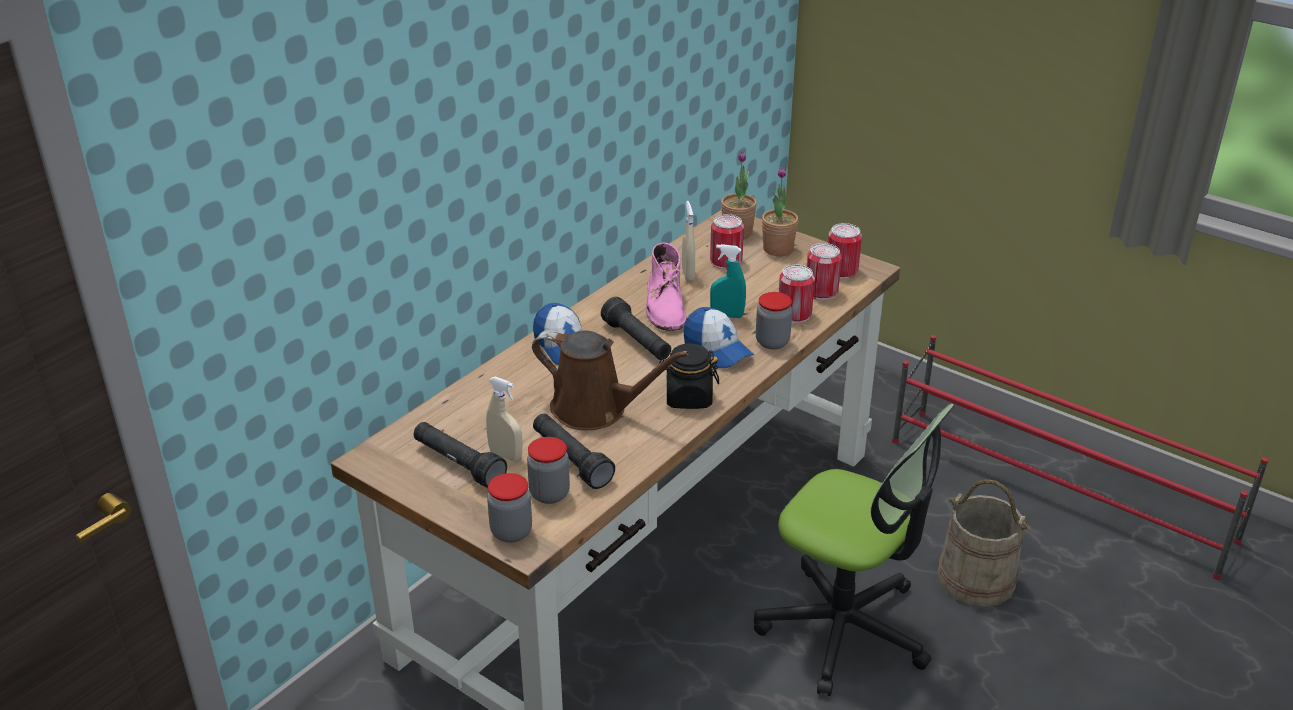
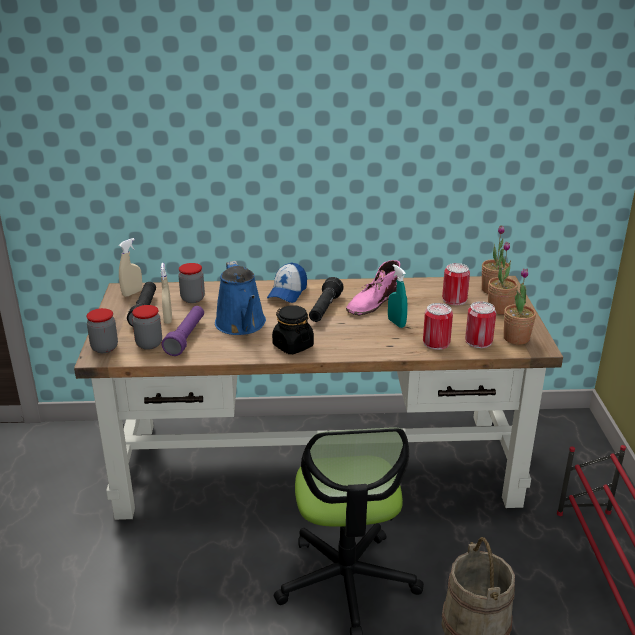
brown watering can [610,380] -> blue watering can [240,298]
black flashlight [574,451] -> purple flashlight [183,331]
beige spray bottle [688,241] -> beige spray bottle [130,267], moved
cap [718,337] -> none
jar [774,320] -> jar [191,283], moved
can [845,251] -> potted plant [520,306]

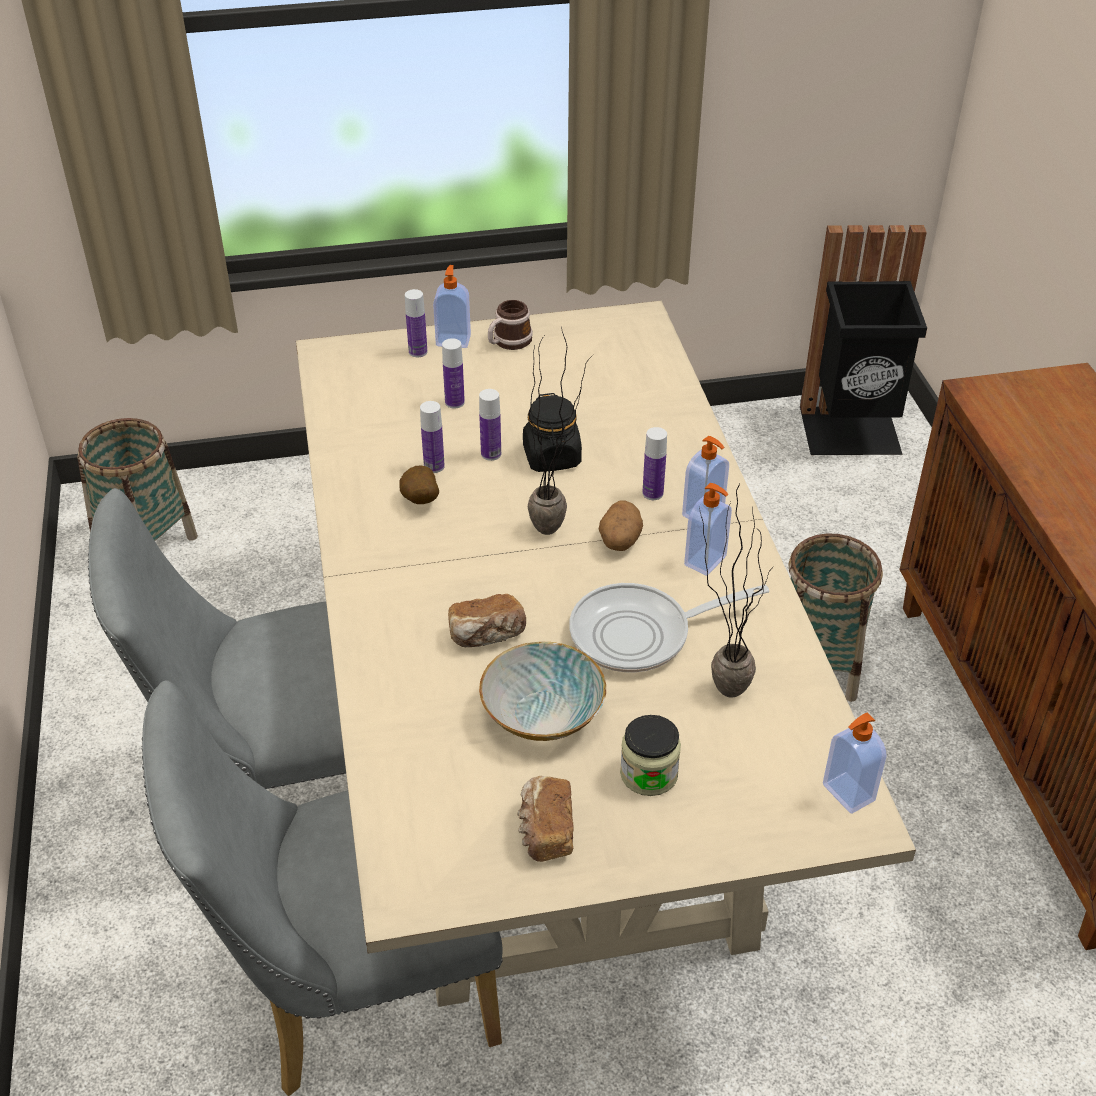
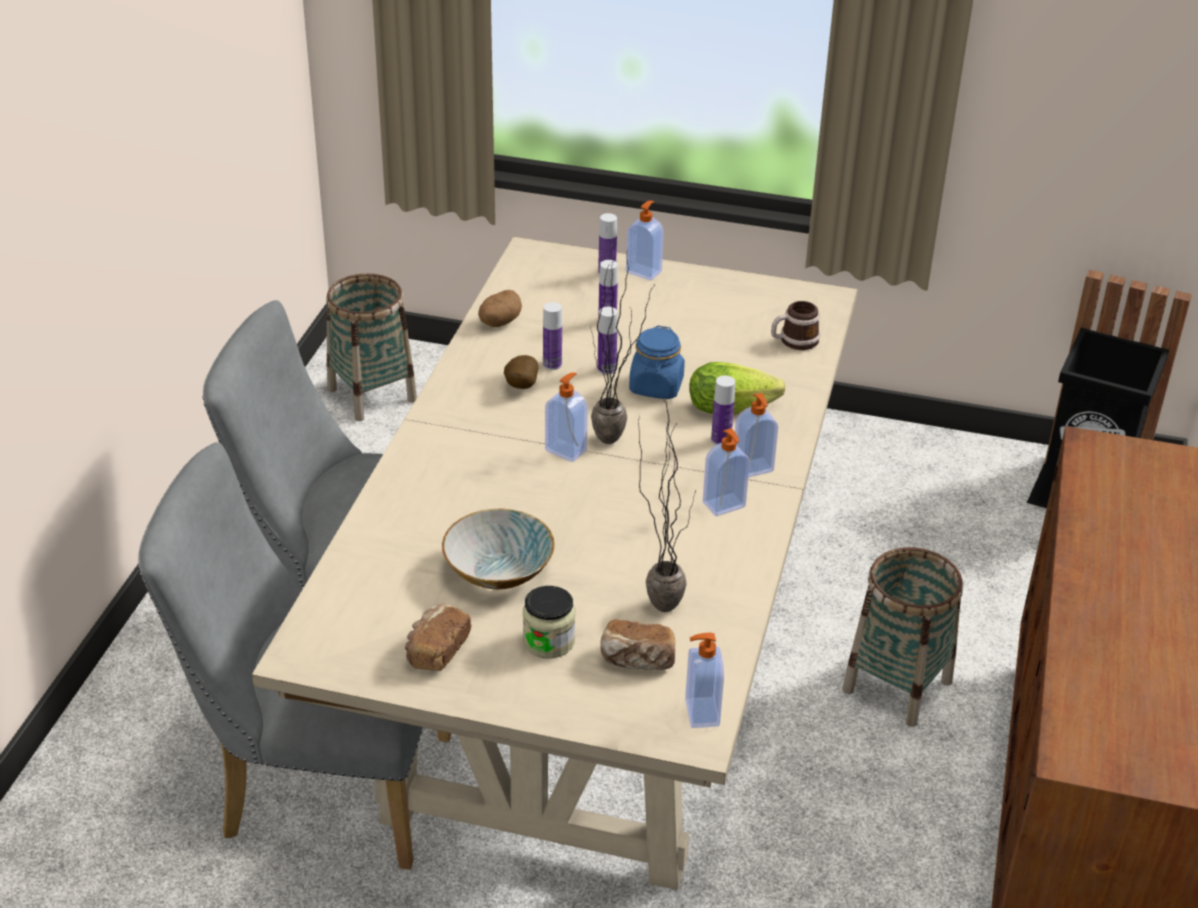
bread [487,620] -> bread [638,645], moved
mug [510,325] -> mug [795,325], moved
black jar [552,432] -> blue jar [657,362]
frying pan [669,627] -> none
potato [621,525] -> potato [500,308], moved
none -> soap dispenser [566,417]
none -> lettuce [737,388]

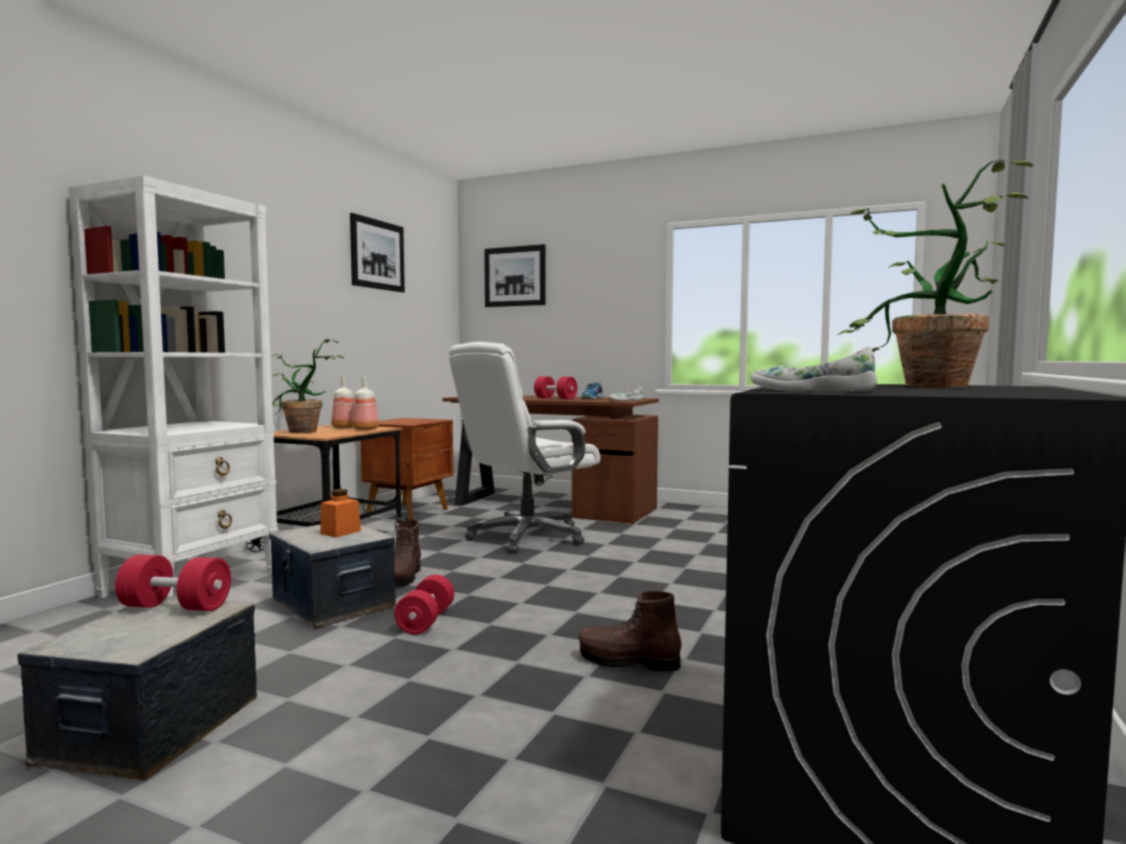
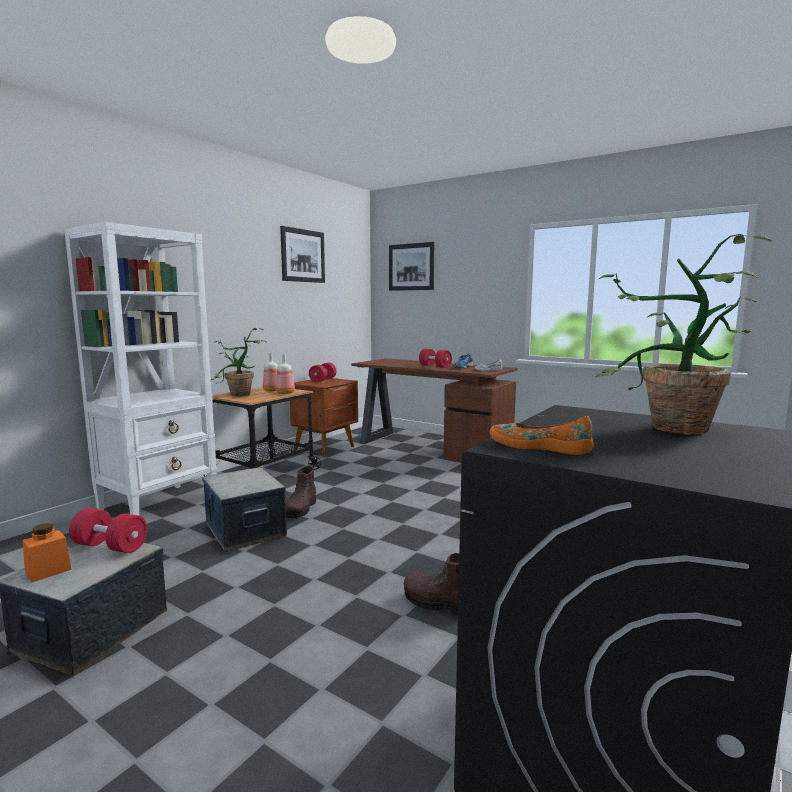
orange jar [340,513] -> orange jar [47,552], moved
red dumbbell [424,604] -> red dumbbell [323,372], moved
white office chair [524,448] -> none
white shoe [813,369] -> orange shoe [541,435]

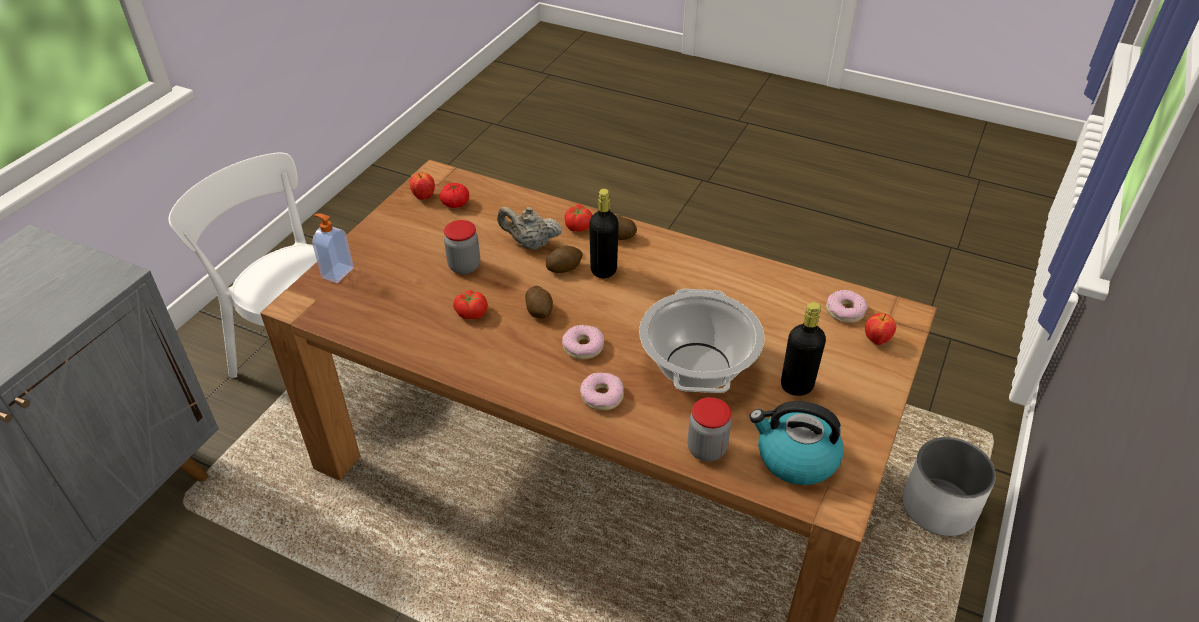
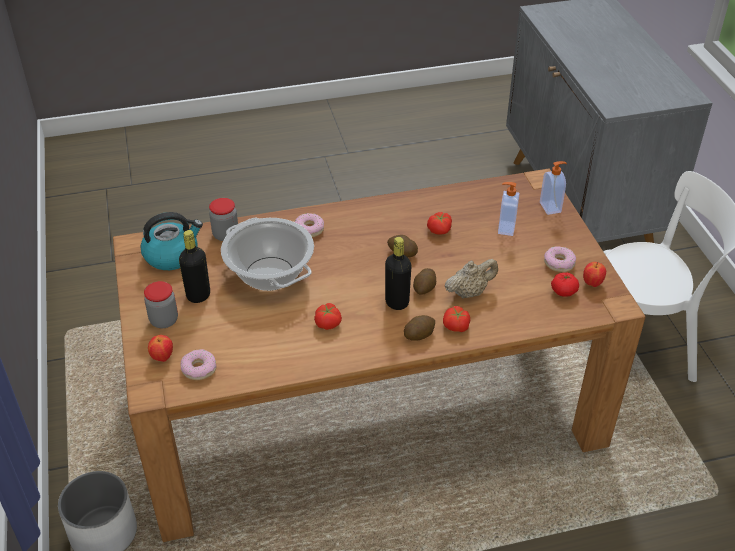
jar [462,247] -> jar [161,304], moved
donut [583,342] -> donut [560,259], moved
none -> tomato [328,316]
none -> soap dispenser [508,209]

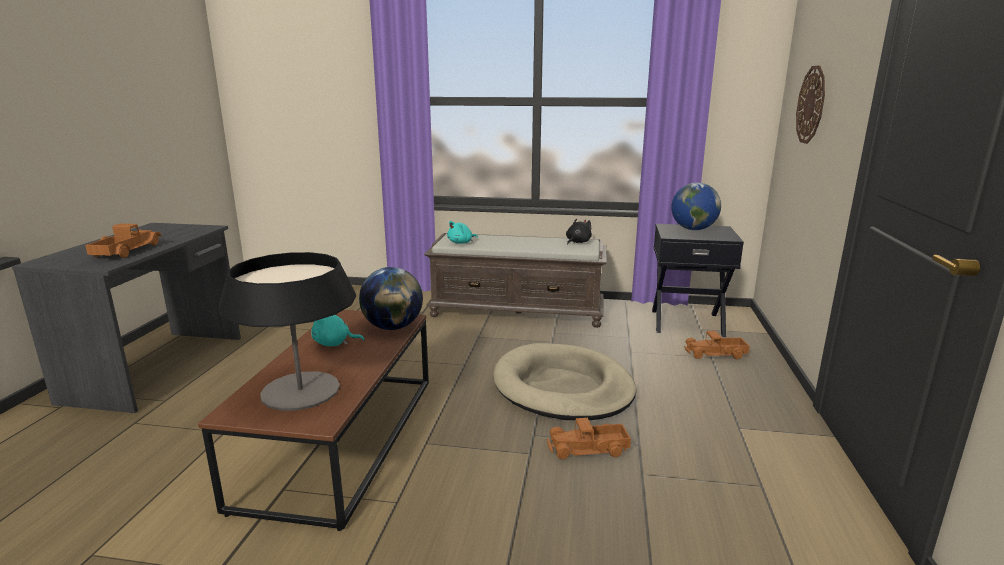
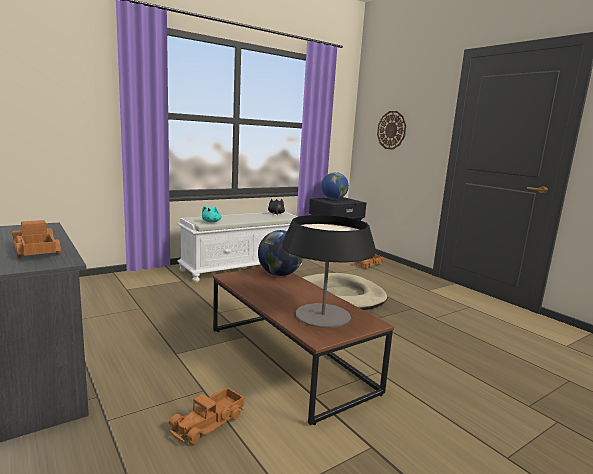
turquoise plush toy [338,330] -> none
brown bench [515,280] -> white bench [239,247]
toy truck [589,438] -> toy truck [206,416], moved

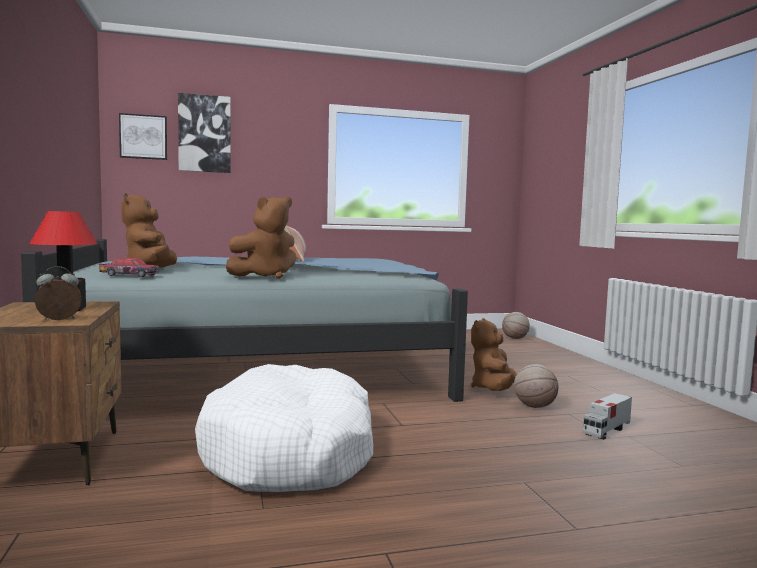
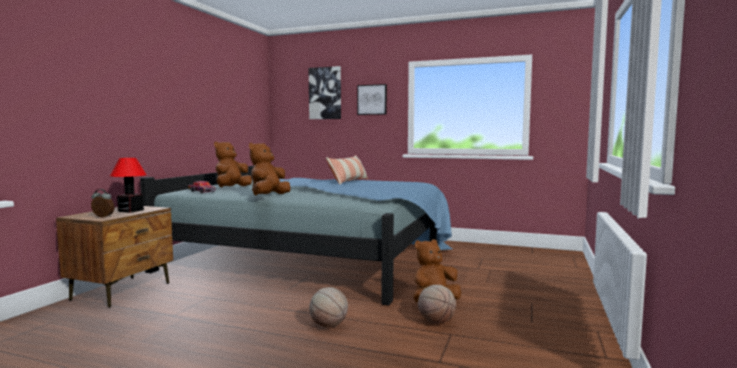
picture [143,136] -> picture [372,99], moved
white dog bed [284,428] -> none
brown plush toy [261,238] -> brown plush toy [269,169], 120 degrees clockwise
basketball [516,325] -> basketball [328,307], moved
toy truck [607,416] -> none

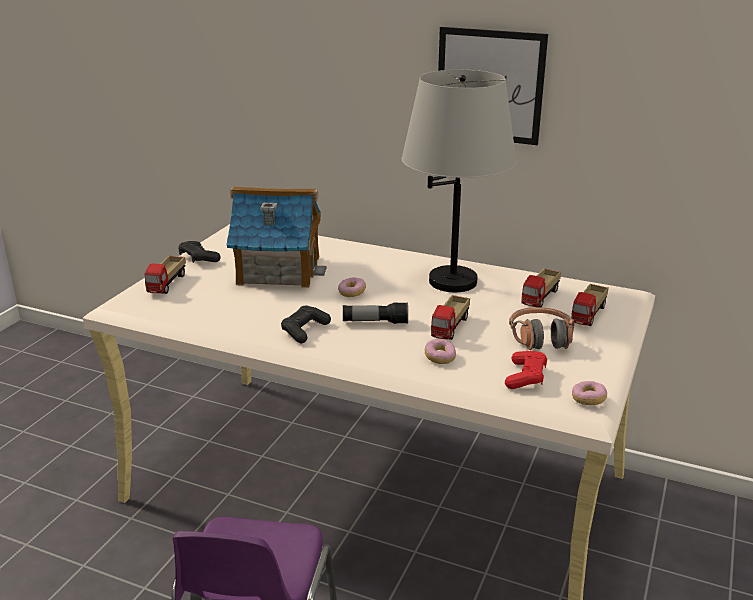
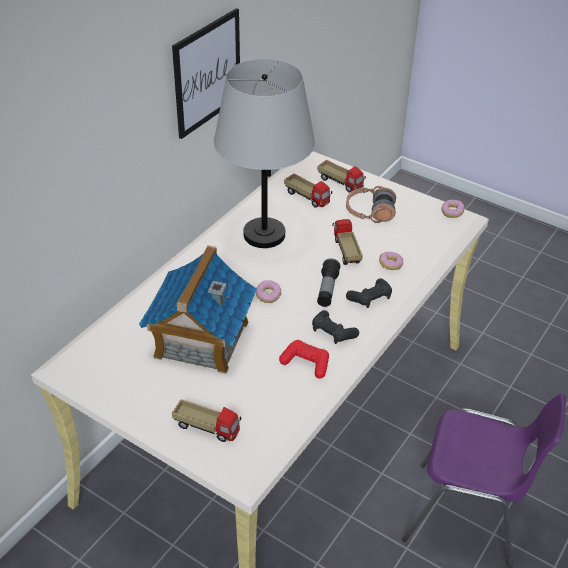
black game controller [199,252] -> black game controller [369,293], moved
toy truck [450,317] -> toy truck [347,242], 135 degrees counterclockwise
red game controller [526,370] -> red game controller [304,359], moved

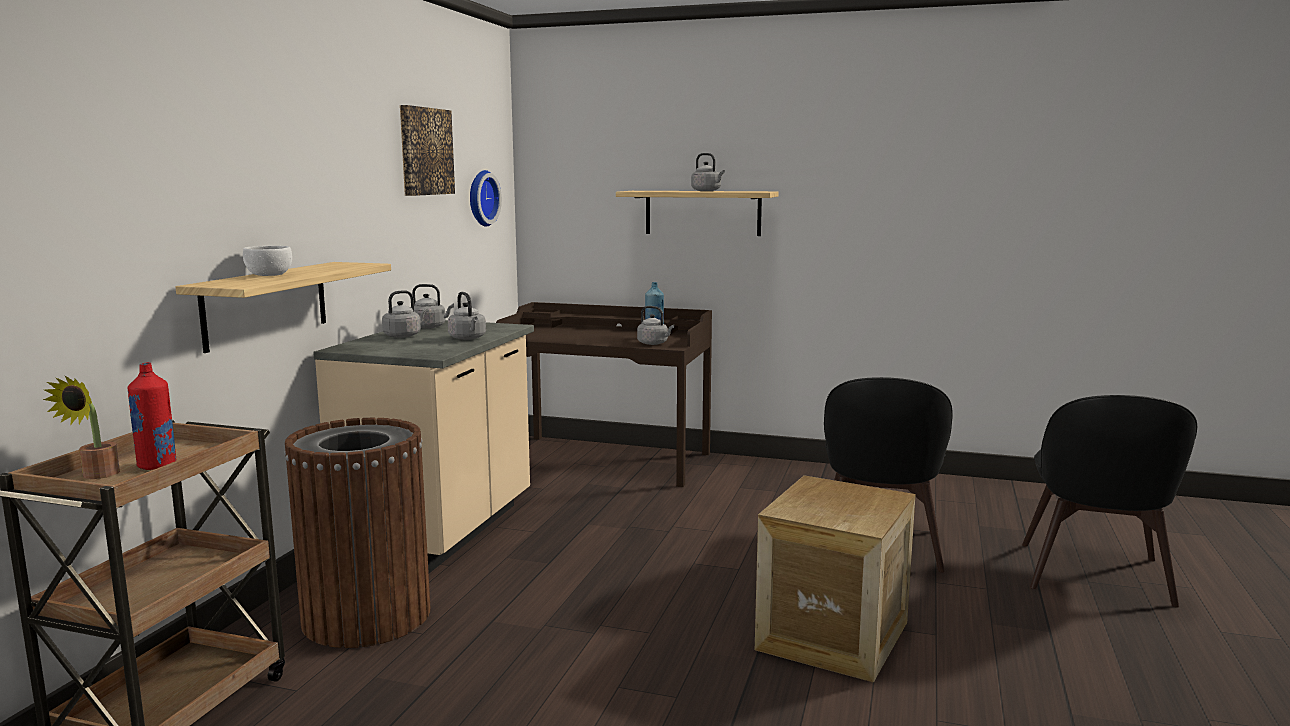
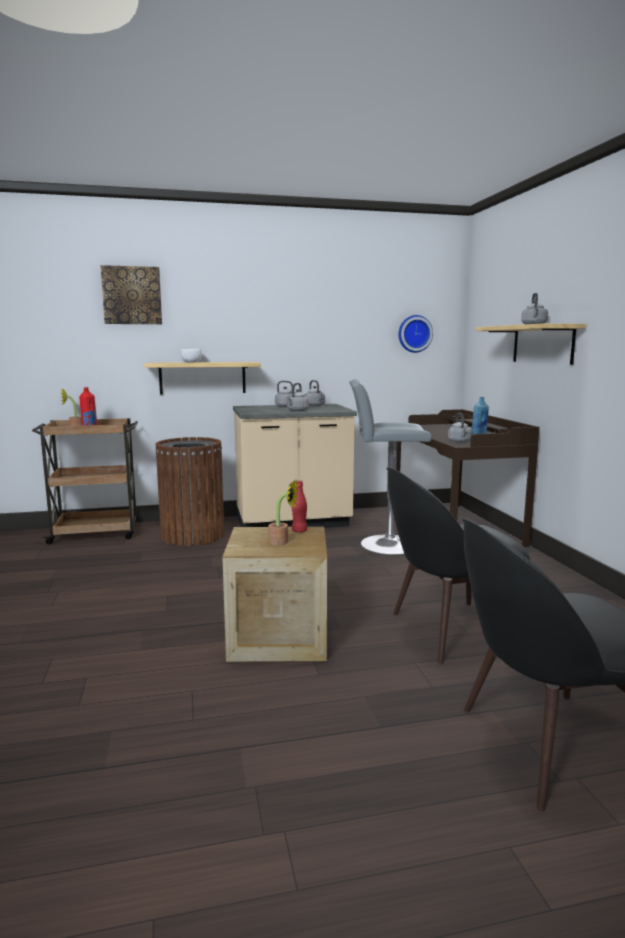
picture [427,150] -> picture [131,294], moved
none -> potted plant [284,512]
none -> red bottle [299,506]
none -> grey stool [390,467]

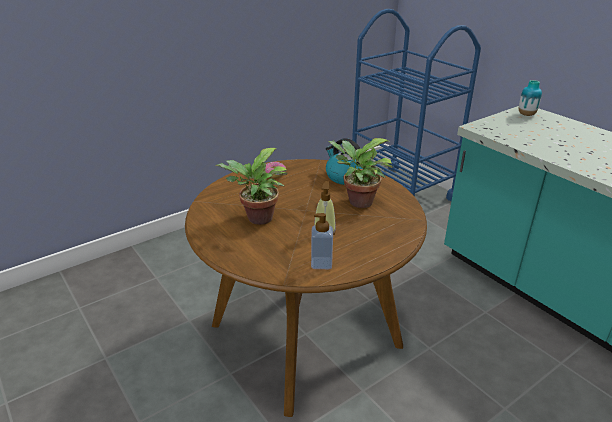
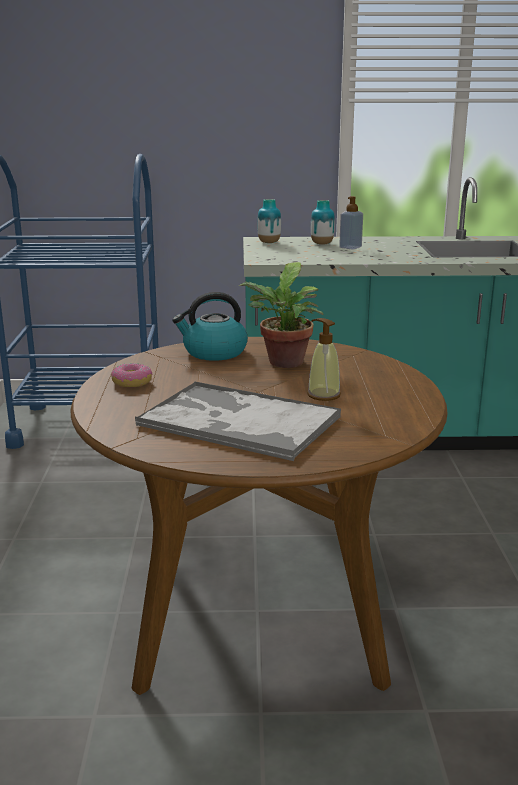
potted plant [251,186] -> tray [238,421]
soap dispenser [322,241] -> soap dispenser [351,223], moved
none -> vase [323,222]

